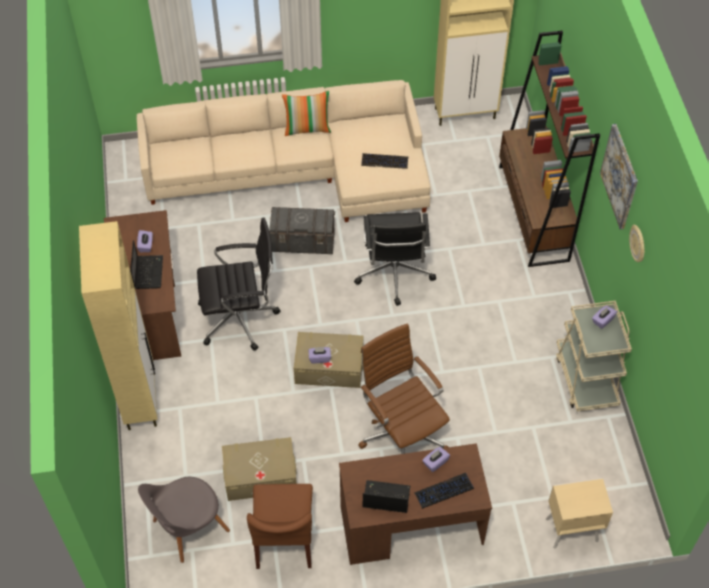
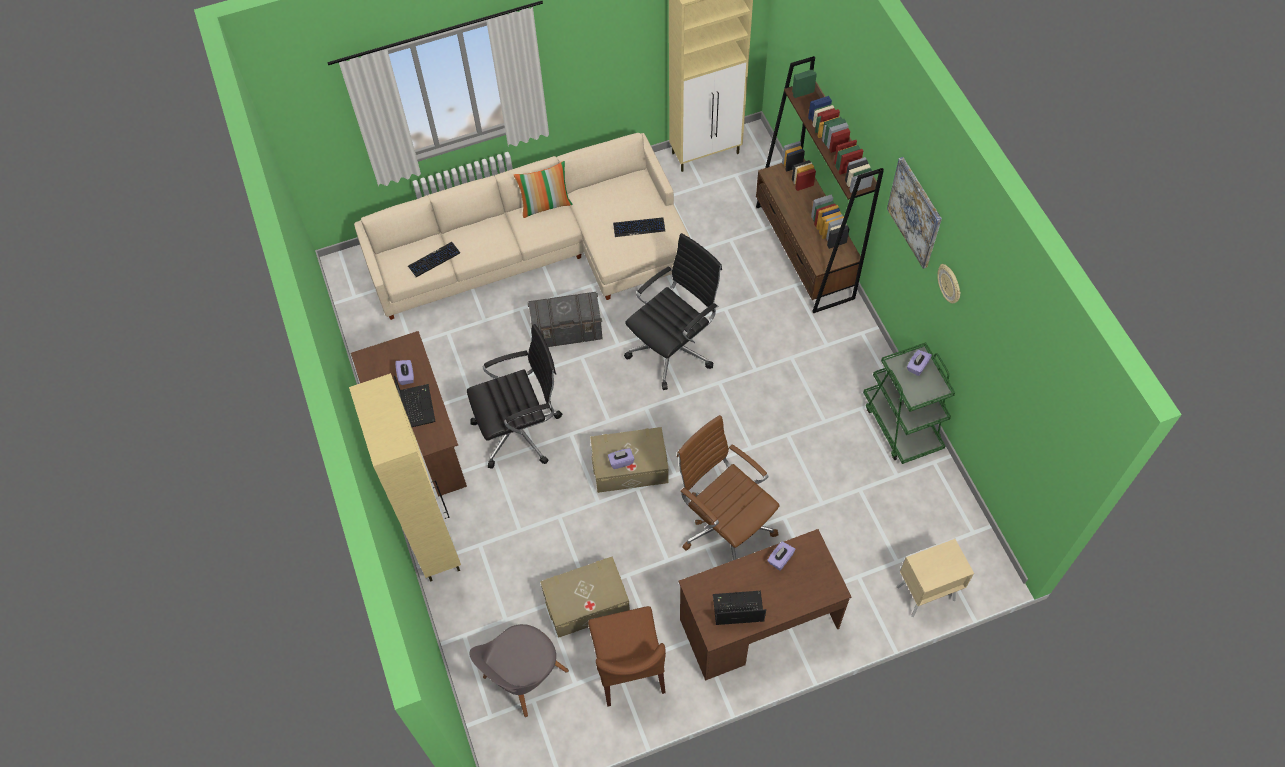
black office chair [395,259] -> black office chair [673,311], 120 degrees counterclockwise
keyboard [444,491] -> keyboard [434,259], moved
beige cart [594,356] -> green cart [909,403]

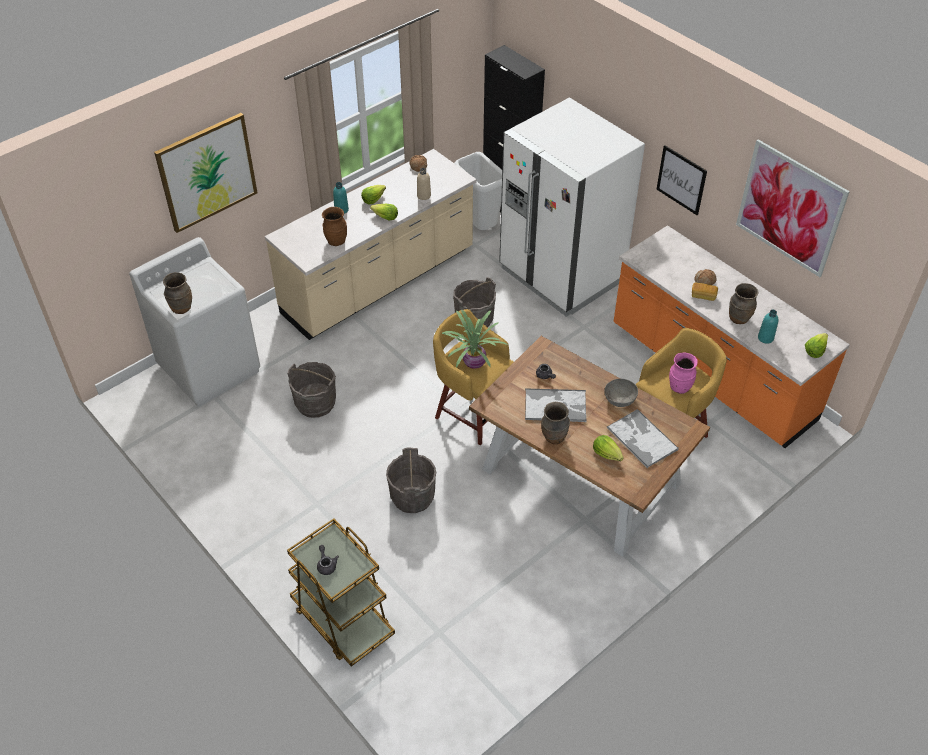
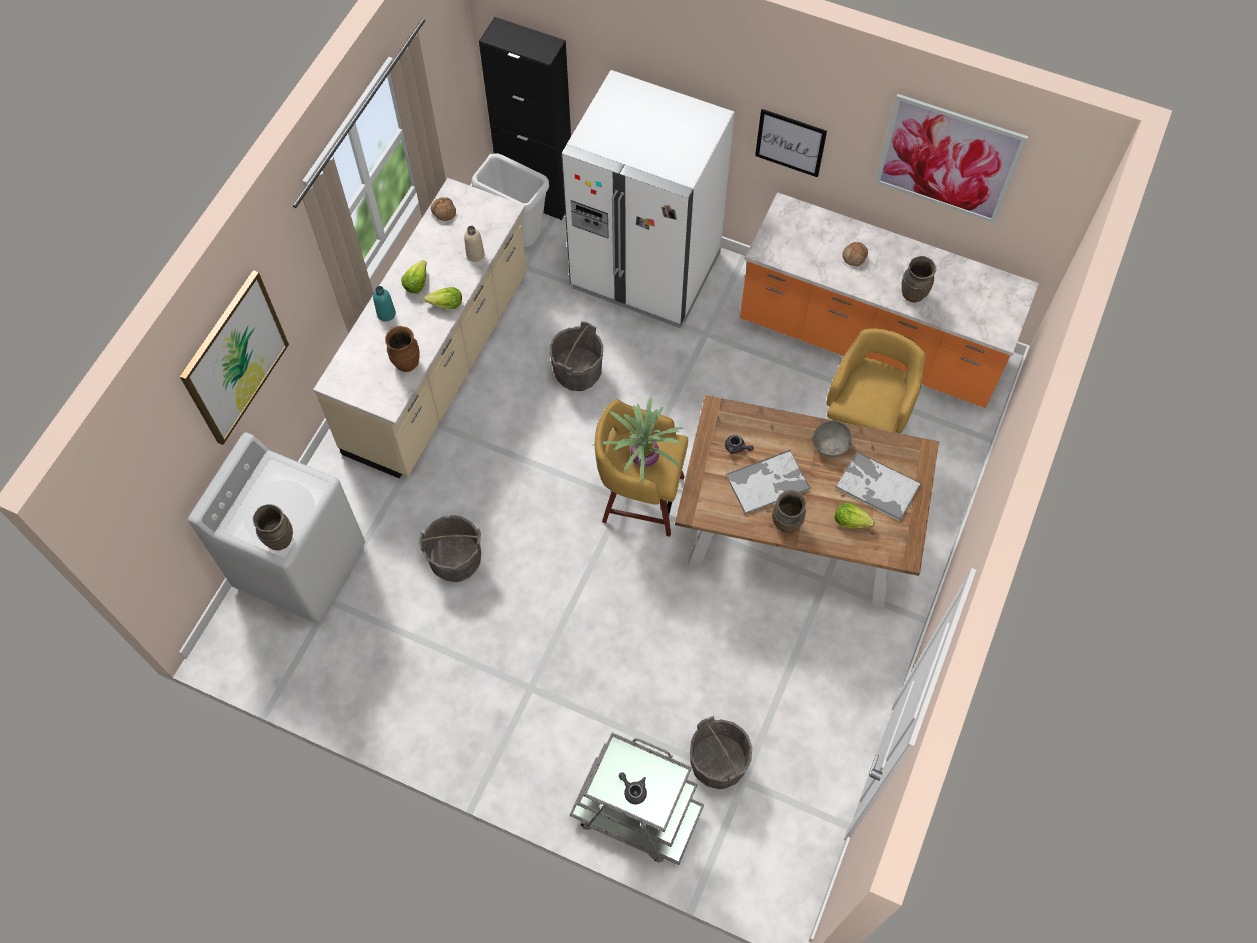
brown cart [341,592] -> grey cart [637,799]
grey bucket [411,480] -> grey bucket [721,752], moved
pink vase [683,373] -> none
bread [705,292] -> none
turquoise bottle [768,327] -> none
lettuce [816,345] -> none

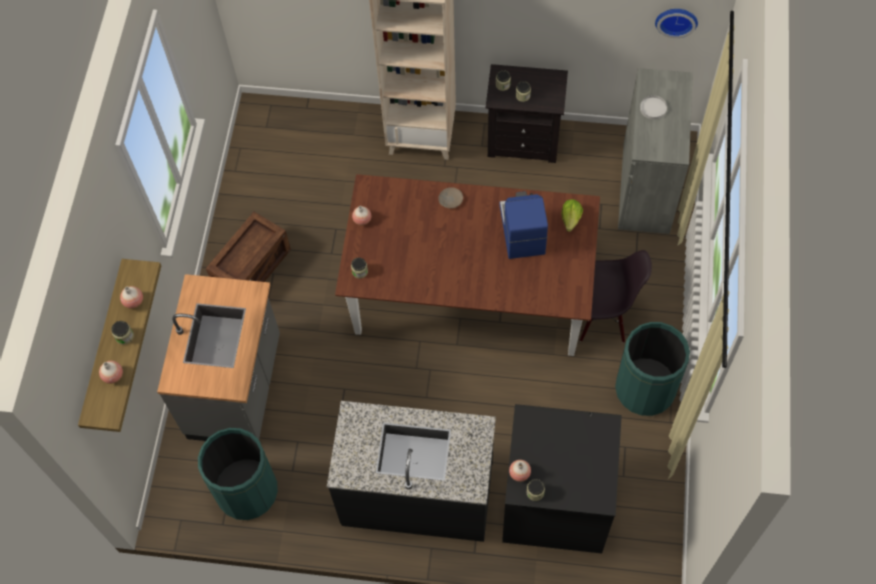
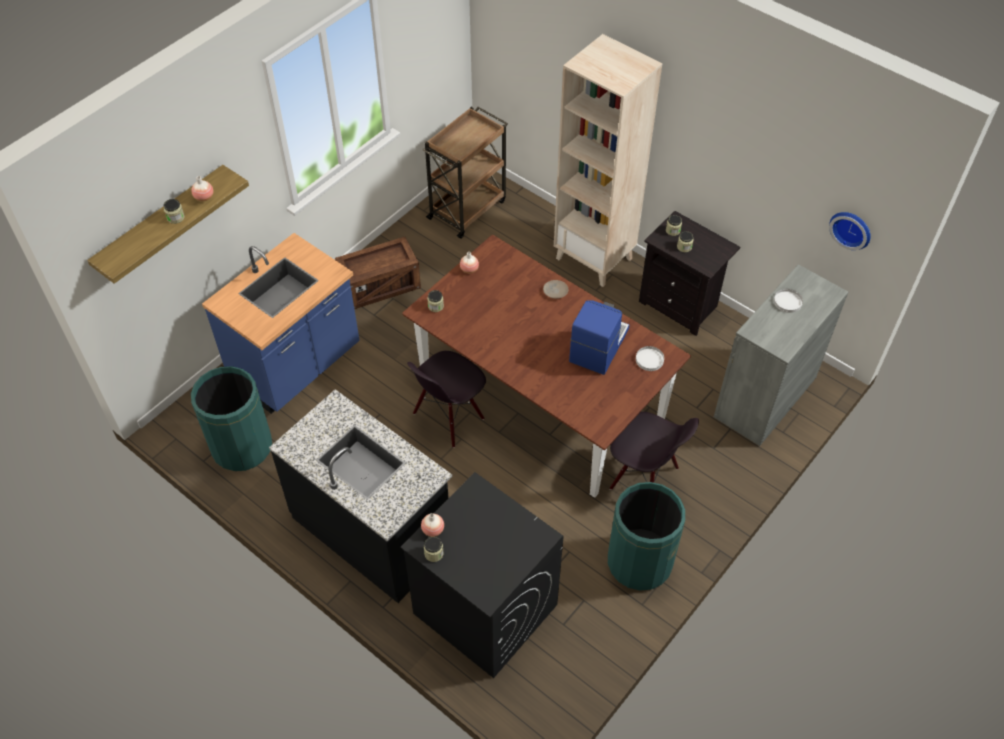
vase [111,372] -> none
grey counter [218,357] -> blue counter [281,323]
lettuce [572,215] -> white plate [650,358]
none -> black chair [446,399]
none -> brown cart [465,173]

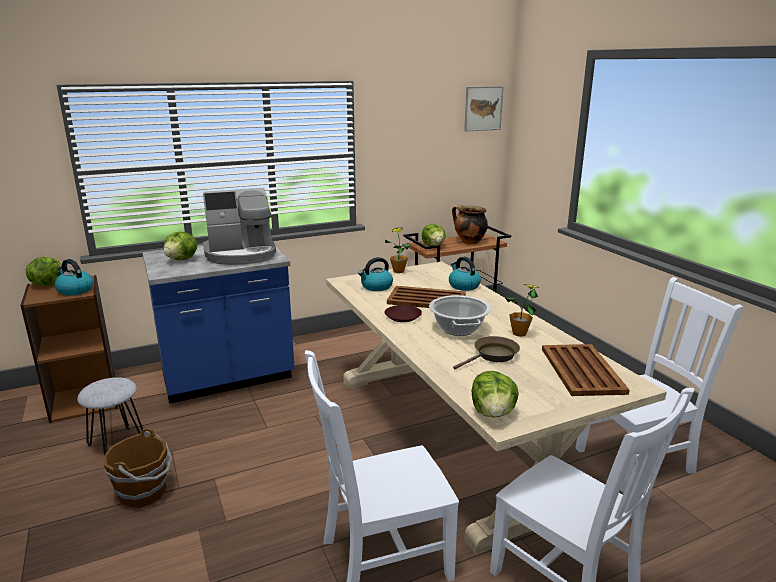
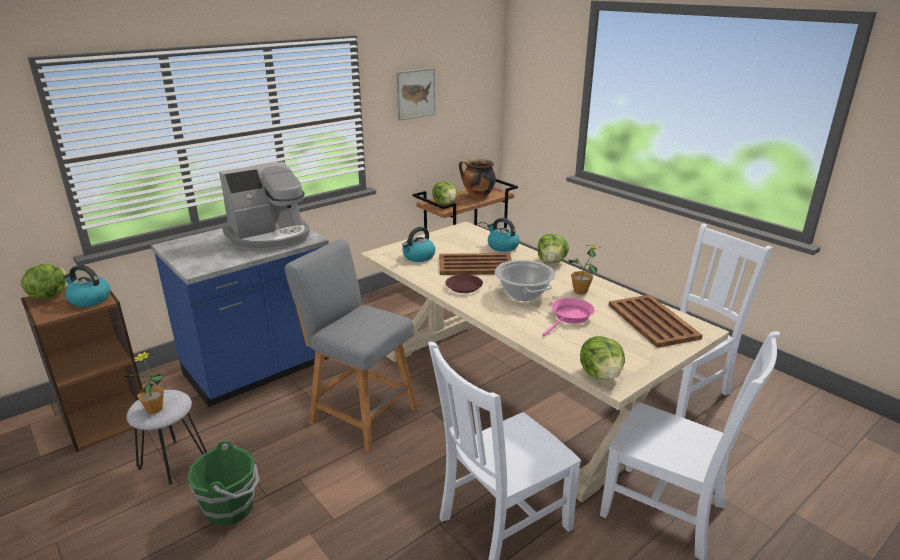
brown bucket [138,468] -> green bucket [224,483]
lettuce [180,246] -> lettuce [553,249], moved
potted plant [398,250] -> potted plant [143,382], moved
brown frying pan [486,352] -> pink frying pan [569,317]
picture [484,109] -> picture [415,94], moved
none -> grey stool [351,345]

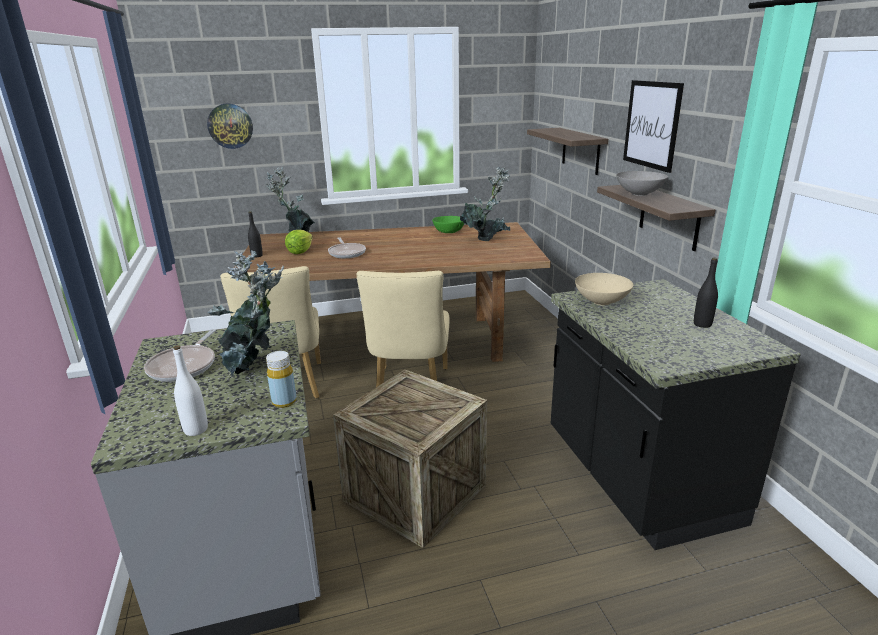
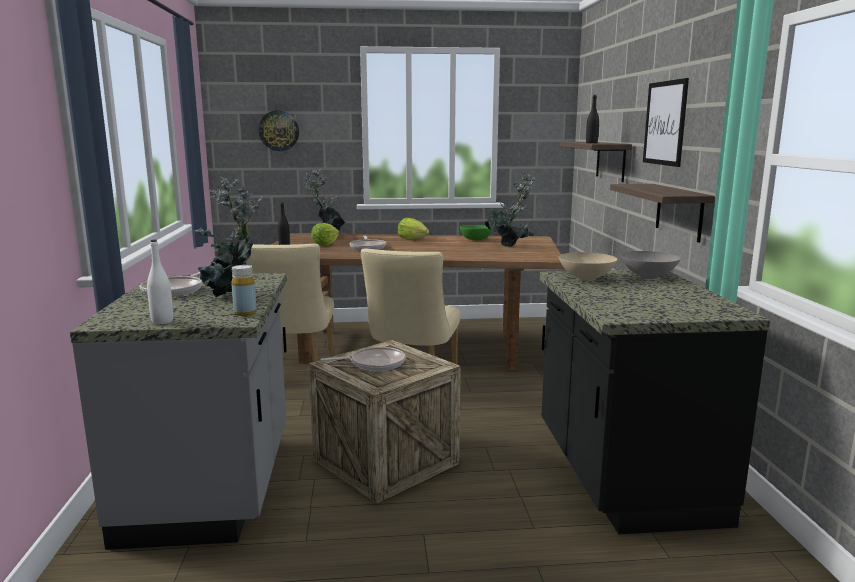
grey bowl [642,183] -> grey bowl [651,265], moved
black bottle [706,292] -> black bottle [592,119], moved
none -> frying pan [363,359]
none -> lettuce [413,229]

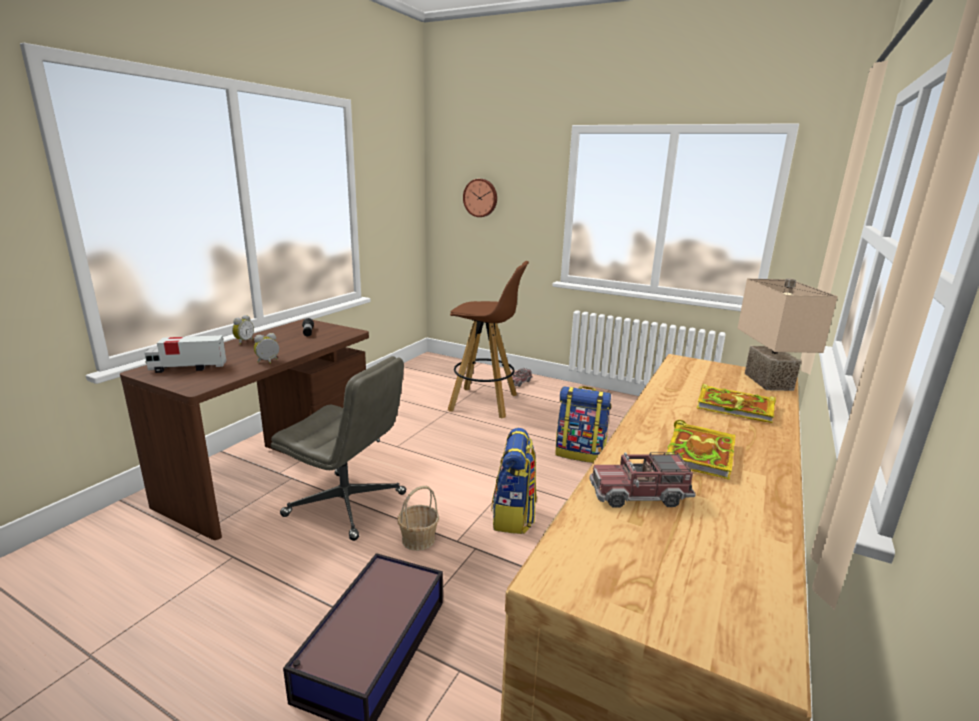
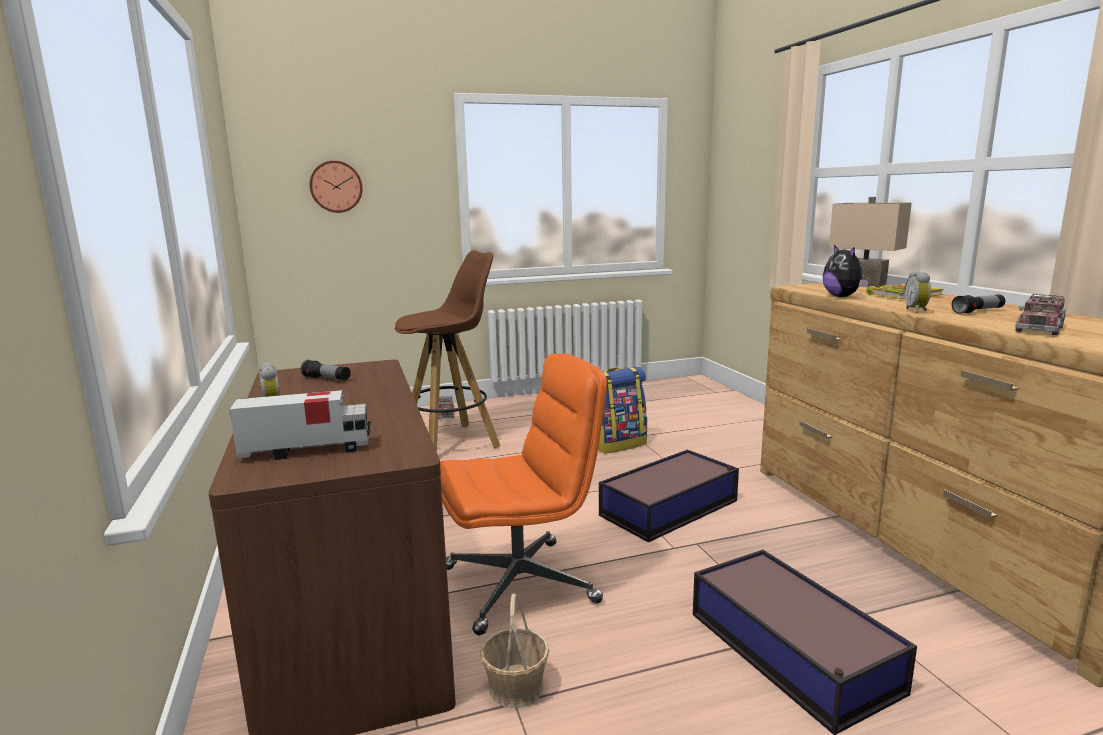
toy truck [185,354] -> toy truck [300,425], 135 degrees counterclockwise
alarm clock [266,348] -> alarm clock [917,291], moved
grey office chair [338,448] -> orange office chair [523,494]
basket [418,518] -> basket [514,650], moved
backpack [514,481] -> storage box [669,496]
book [701,450] -> flashlight [978,304]
none -> plush toy [845,271]

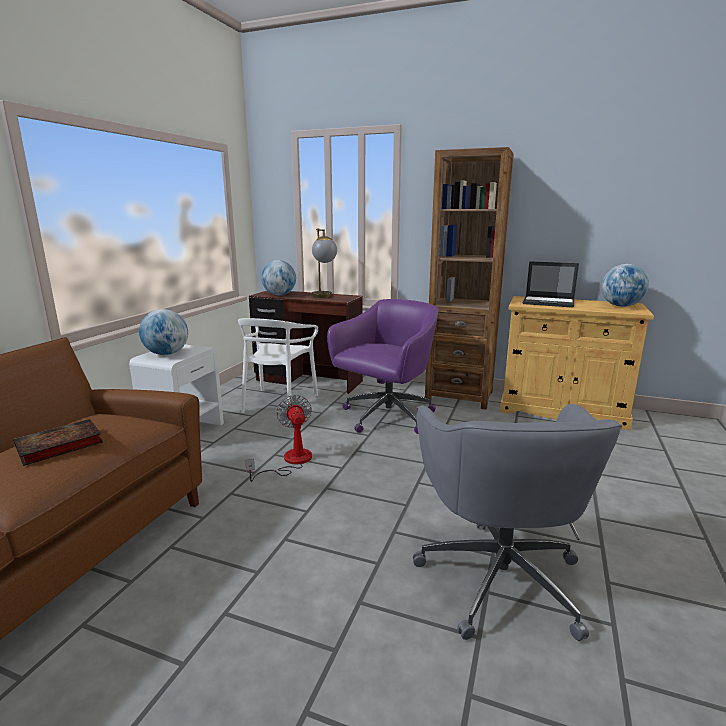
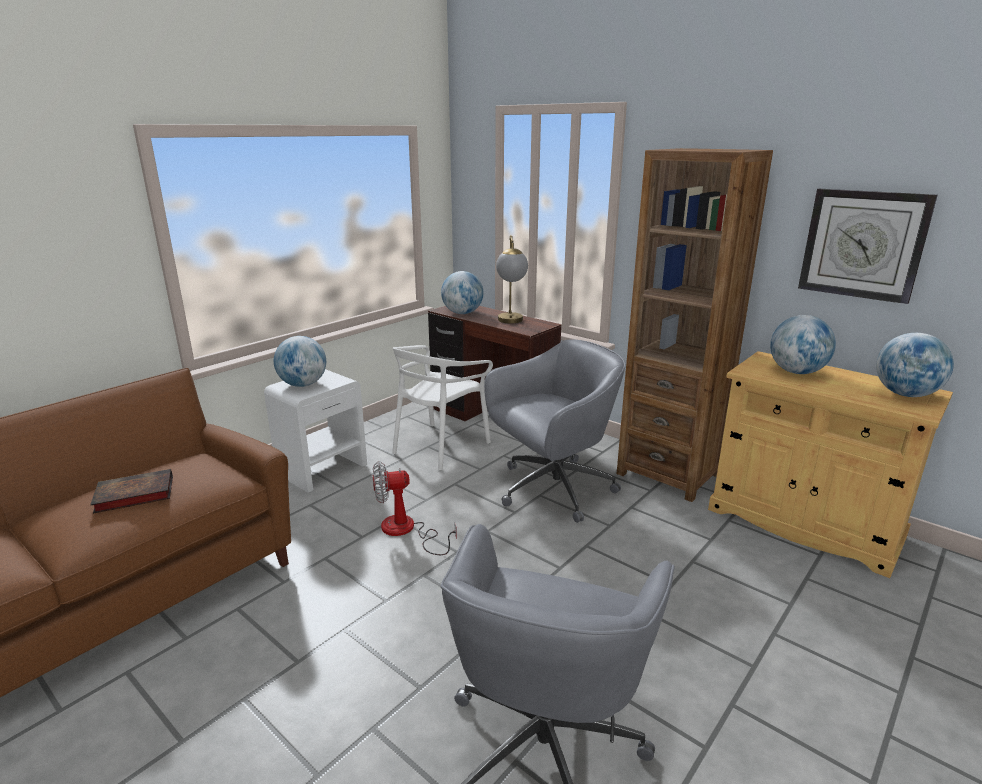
fan [278,438] -> fan [415,508], 105 degrees counterclockwise
purple office chair [383,366] -> grey office chair [554,431]
laptop [551,284] -> globe [803,344]
none -> wall clock [868,246]

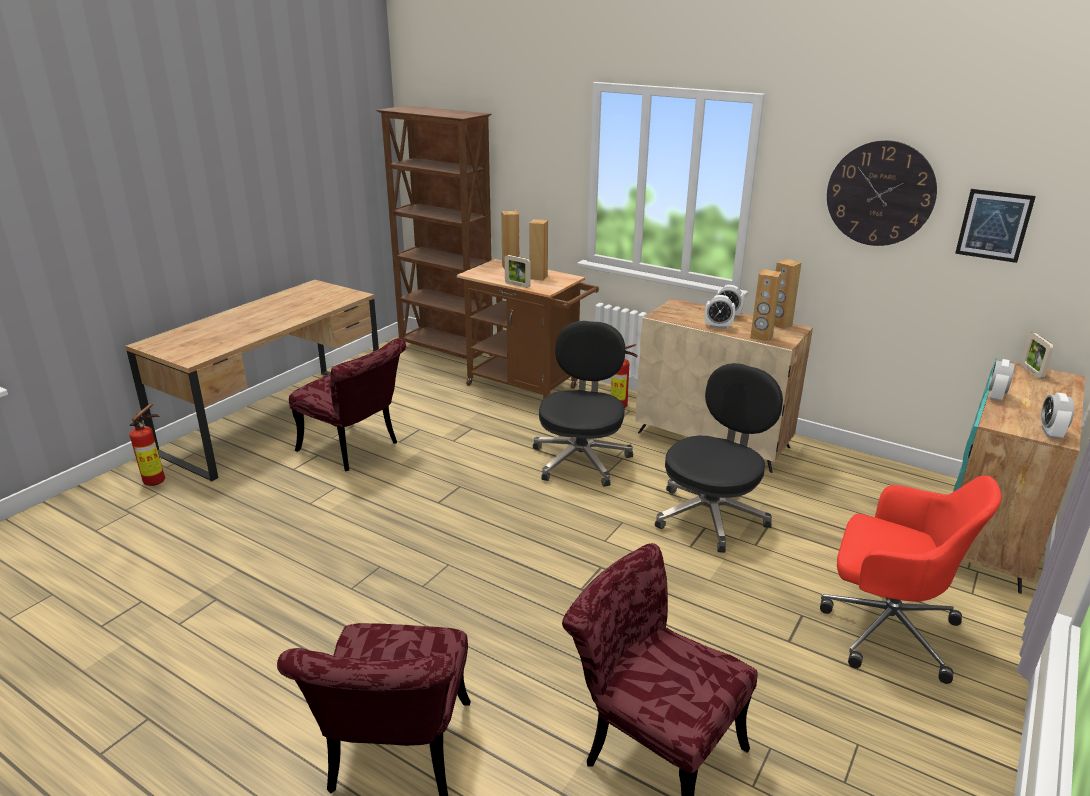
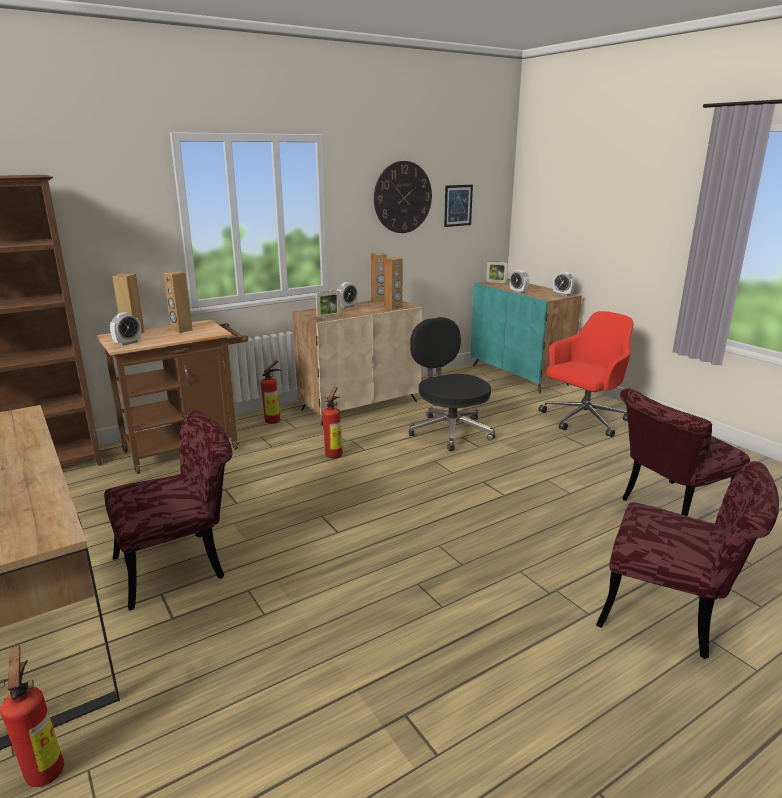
picture frame [517,271] -> picture frame [328,304], moved
black office chair [583,404] -> fire extinguisher [332,422]
alarm clock [720,312] -> alarm clock [125,329], moved

